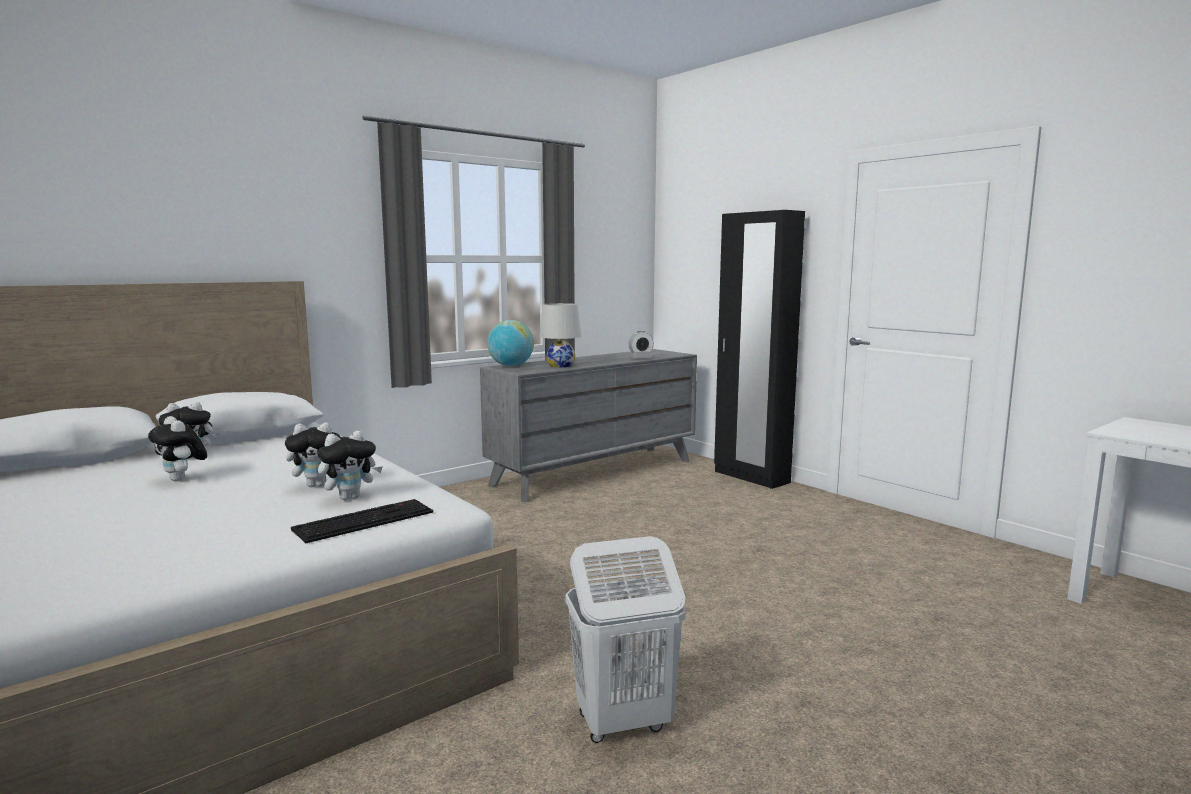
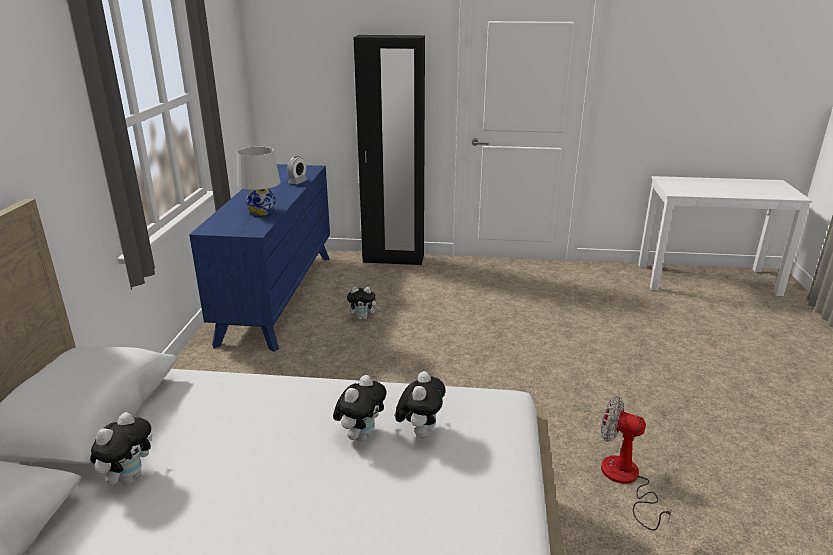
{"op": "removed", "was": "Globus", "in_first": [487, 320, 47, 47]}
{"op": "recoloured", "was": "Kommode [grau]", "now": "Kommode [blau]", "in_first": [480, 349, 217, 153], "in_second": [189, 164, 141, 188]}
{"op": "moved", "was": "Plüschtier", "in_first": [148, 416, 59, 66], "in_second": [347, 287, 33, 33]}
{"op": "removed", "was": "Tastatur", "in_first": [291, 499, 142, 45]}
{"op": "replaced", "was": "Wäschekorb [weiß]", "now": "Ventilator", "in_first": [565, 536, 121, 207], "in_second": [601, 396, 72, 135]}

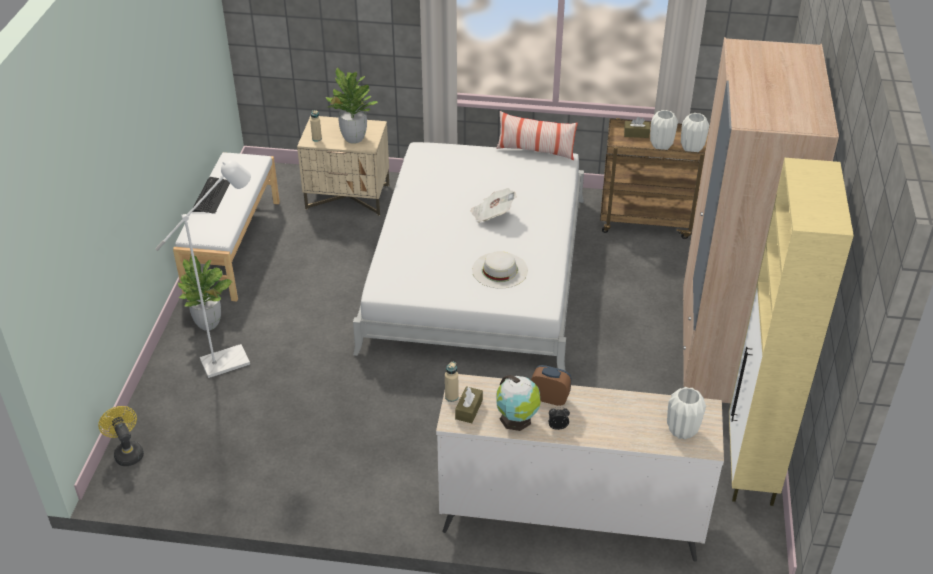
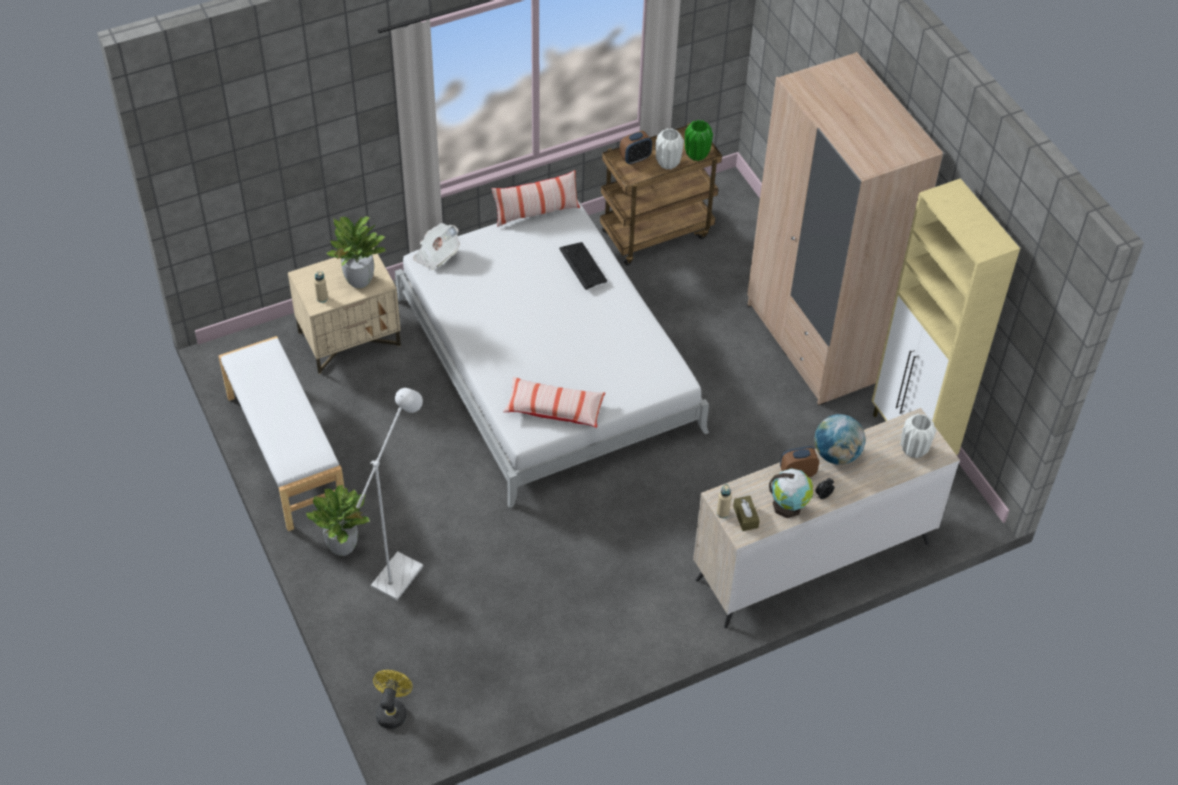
{"op": "recoloured", "was": "Vase [weiß]", "now": "Vase [grün]", "in_first": [681, 113, 28, 39], "in_second": [685, 120, 28, 41]}
{"op": "replaced", "was": "Taschentuchbox [braun]", "now": "Wecker", "in_first": [624, 117, 26, 21], "in_second": [620, 131, 32, 34]}
{"op": "moved", "was": "Tastatur", "in_first": [193, 177, 37, 37], "in_second": [559, 242, 49, 48]}
{"op": "moved", "was": "Zeitung", "in_first": [471, 188, 45, 35], "in_second": [413, 223, 47, 47]}
{"op": "removed", "was": "Hut [weiß]", "in_first": [472, 251, 56, 37]}
{"op": "turned", "was": "Ventilator [gelb]", "in_first": [98, 406, 46, 60], "in_second": [373, 670, 40, 59], "clockwise": 75}
{"op": "added", "now": "Kissen", "in_second": [503, 377, 102, 51]}
{"op": "added", "now": "Globus", "in_second": [814, 414, 51, 51]}

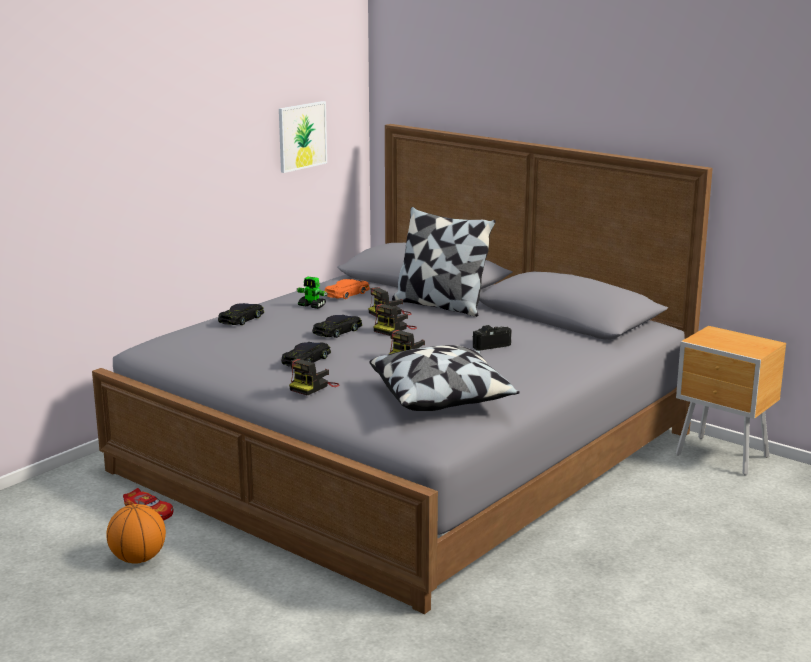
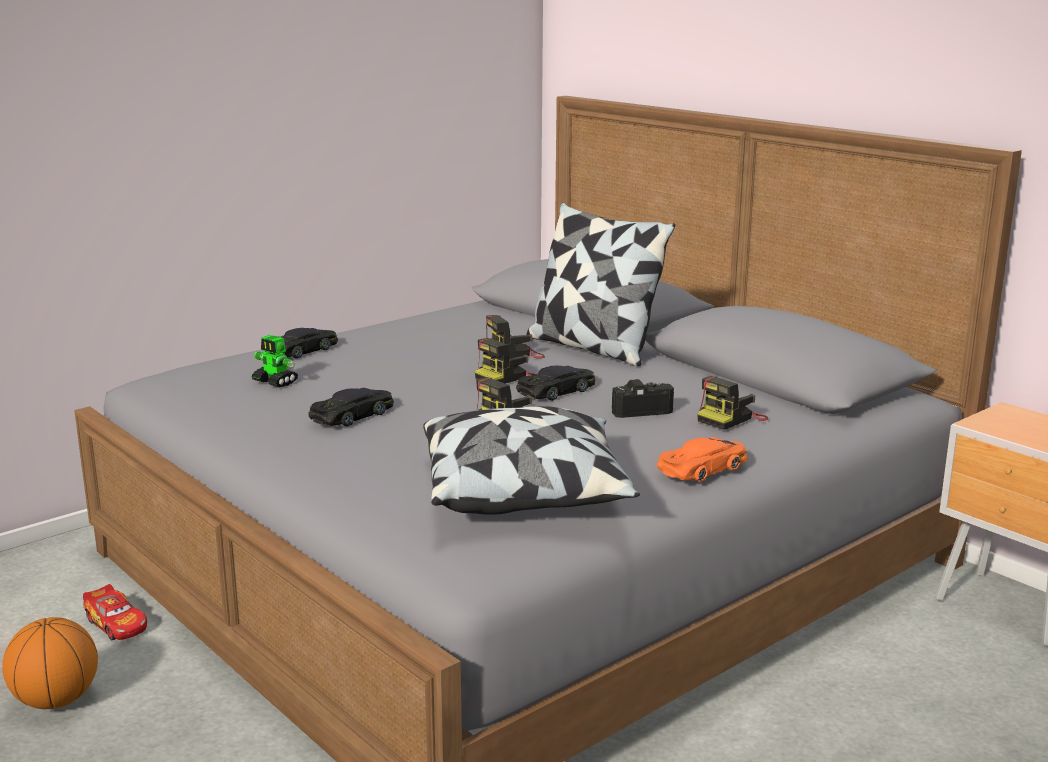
{"op": "removed", "was": "Bild", "in_first": [279, 101, 48, 72]}
{"op": "moved", "was": "Spielzeugroboter", "in_first": [296, 277, 32, 32], "in_second": [252, 335, 46, 53]}
{"op": "moved", "was": "Spielzeugauto [orange]", "in_first": [325, 279, 45, 20], "in_second": [657, 437, 90, 45]}
{"op": "moved", "was": "Spielzeugauto [schwarz]", "in_first": [312, 315, 50, 23], "in_second": [516, 365, 80, 36]}
{"op": "moved", "was": "Kamera", "in_first": [289, 359, 51, 37], "in_second": [697, 376, 72, 54]}

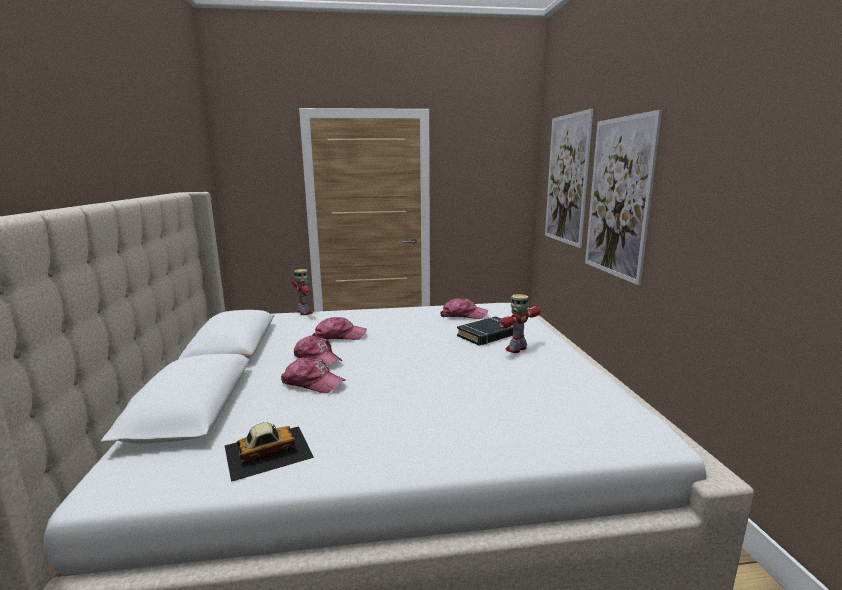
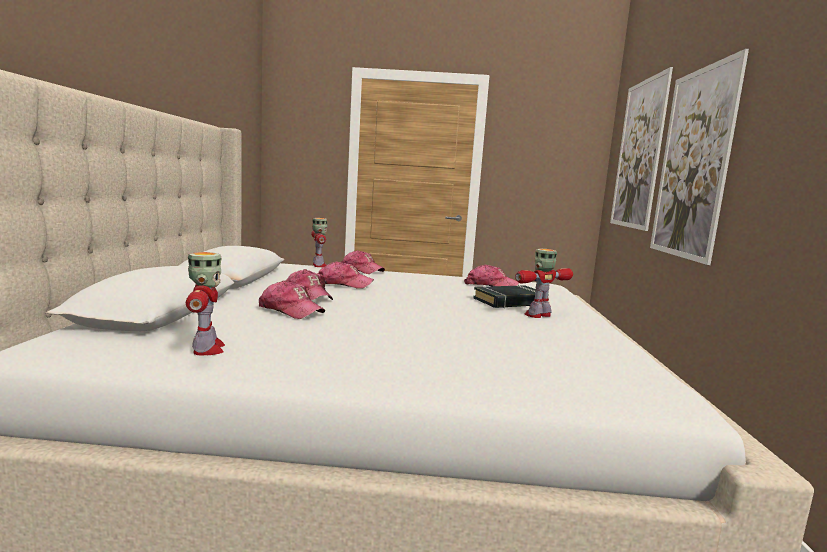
{"op": "replaced", "was": "Spielzeugauto", "now": "Spielzeugroboter", "in_first": [225, 422, 89, 60], "in_second": [186, 252, 39, 103]}
{"op": "added", "now": "Kappe", "in_second": [341, 250, 44, 24]}

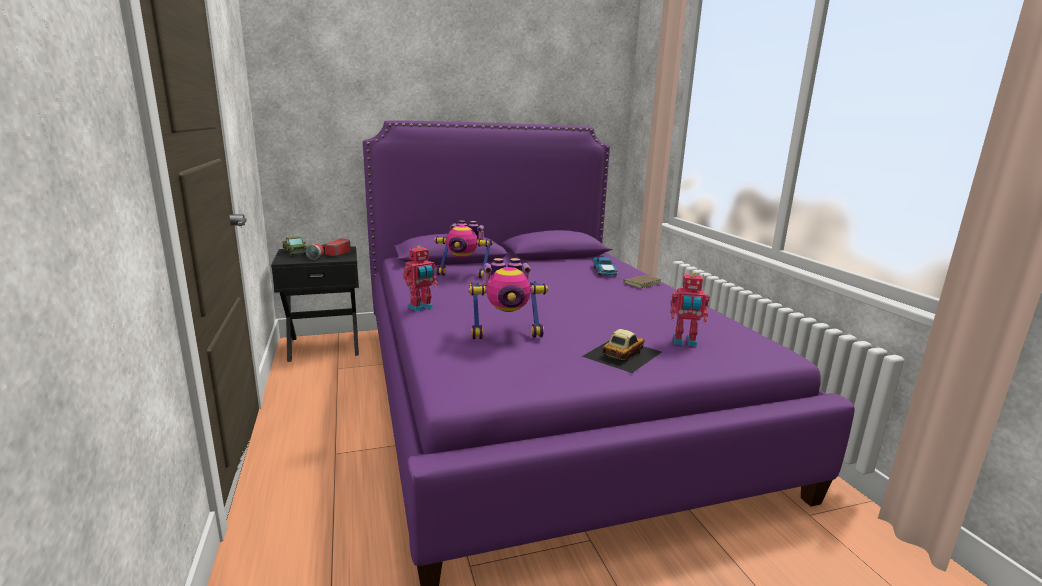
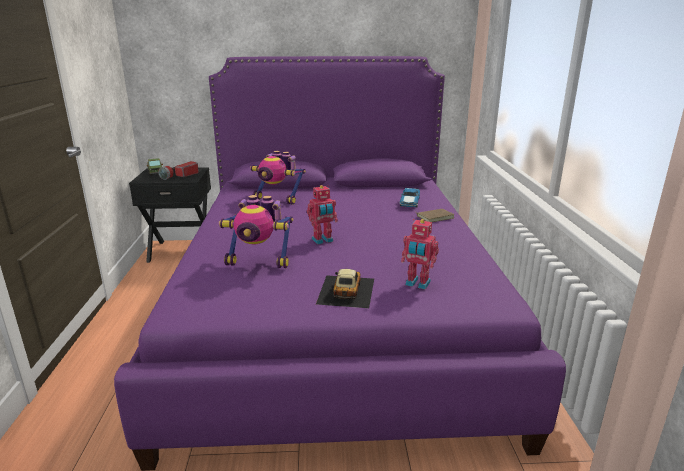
{"op": "moved", "was": "Spielzeugroboter", "in_first": [403, 246, 35, 66], "in_second": [307, 185, 31, 59]}
{"op": "turned", "was": "Spielzeugauto", "in_first": [582, 329, 80, 44], "in_second": [316, 269, 58, 39], "clockwise": -45}

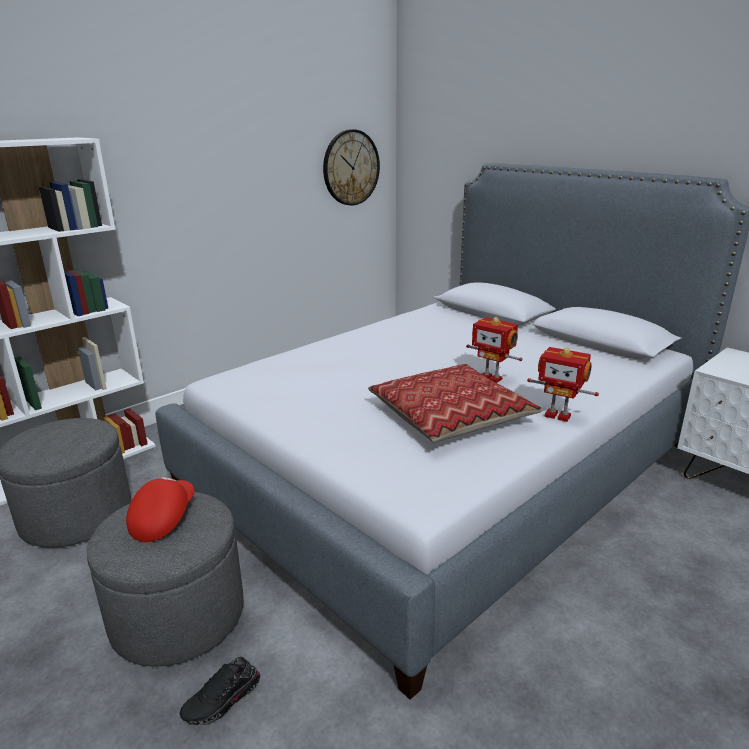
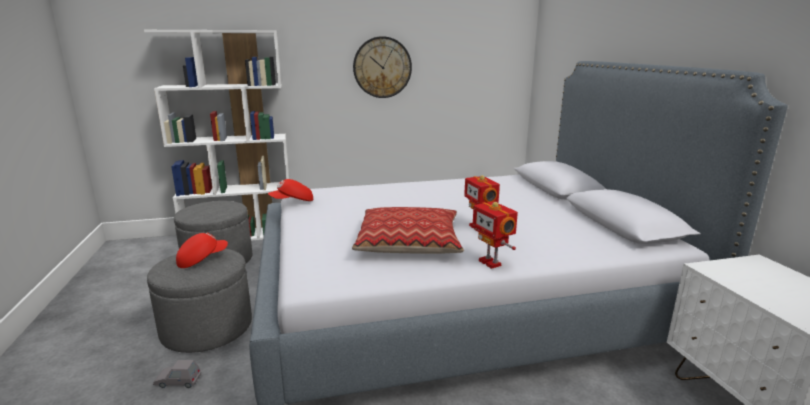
{"op": "moved", "was": "Wanduhr", "in_first": [323, 129, 57, 77], "in_second": [353, 36, 59, 62]}
{"op": "replaced", "was": "Schuh [schwarz]", "now": "Spielzeugauto [grau]", "in_first": [179, 657, 81, 68], "in_second": [153, 360, 48, 28]}
{"op": "added", "now": "Kappe [rot]", "in_second": [268, 179, 45, 22]}

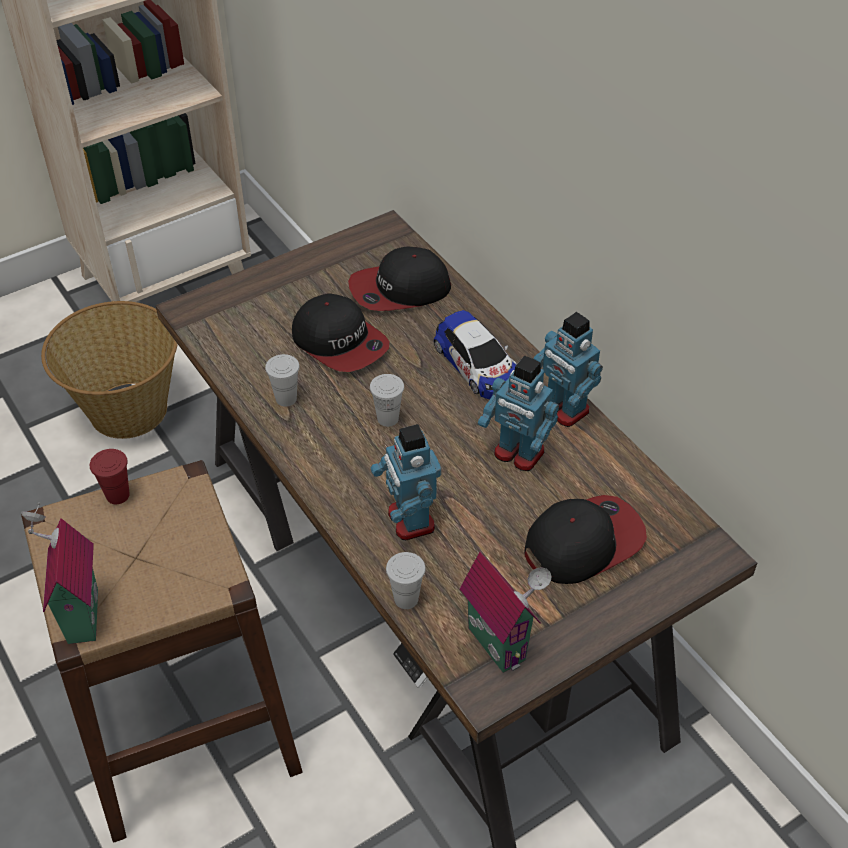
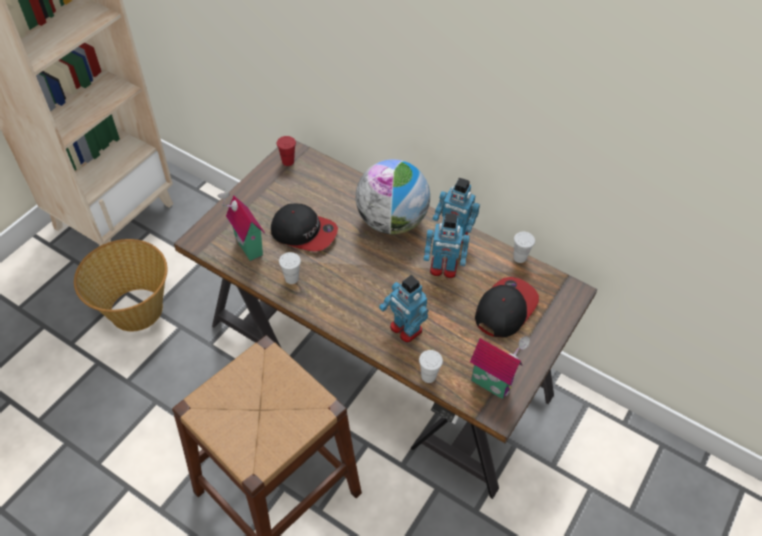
{"op": "removed", "was": "Kappe", "in_first": [348, 247, 103, 64]}
{"op": "replaced", "was": "Spielzeugauto", "now": "Globus", "in_first": [434, 310, 83, 89], "in_second": [356, 159, 74, 75]}
{"op": "moved", "was": "Tasse [weiß]", "in_first": [370, 374, 34, 53], "in_second": [513, 232, 22, 31]}
{"op": "moved", "was": "Tasse [rot]", "in_first": [90, 449, 40, 55], "in_second": [277, 136, 19, 30]}
{"op": "moved", "was": "Spielzeughaus", "in_first": [21, 502, 77, 142], "in_second": [217, 188, 48, 73]}

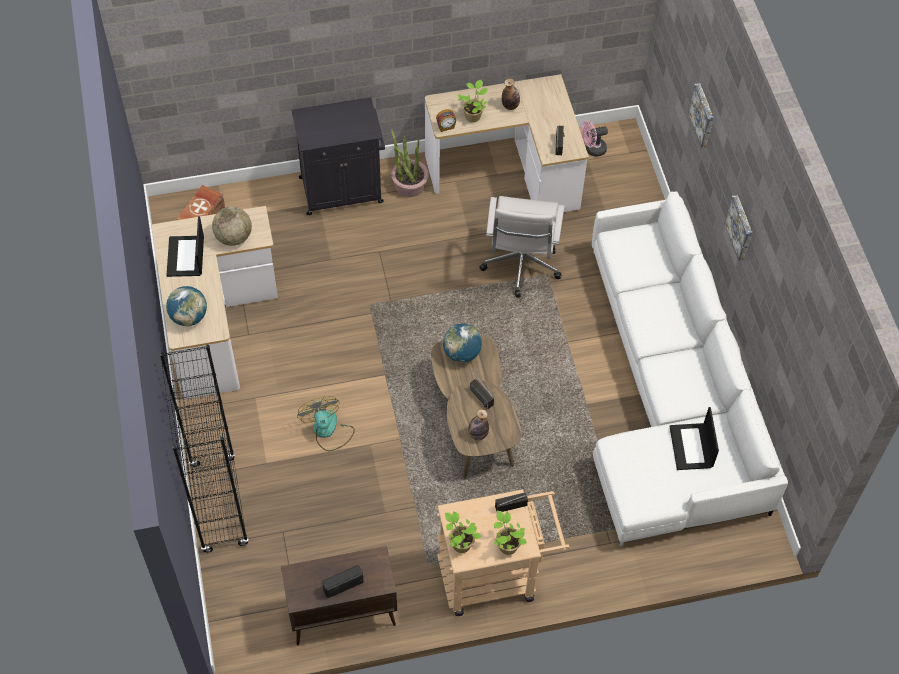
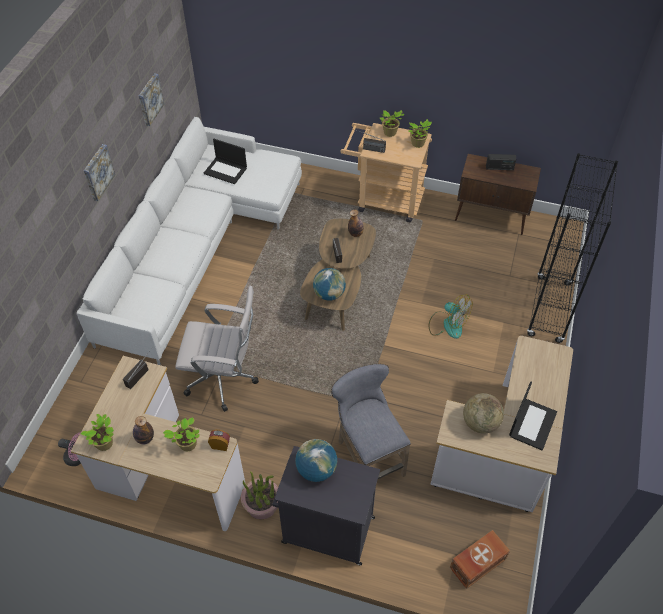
{"op": "moved", "was": "Bild", "in_first": [688, 83, 26, 65], "in_second": [139, 73, 25, 53]}
{"op": "turned", "was": "Bürostuhl [weiß]", "in_first": [479, 196, 86, 102], "in_second": [175, 286, 84, 126], "clockwise": 60}
{"op": "moved", "was": "Globus", "in_first": [166, 286, 41, 40], "in_second": [295, 439, 42, 43]}
{"op": "turned", "was": "Ventilator", "in_first": [297, 396, 58, 55], "in_second": [429, 295, 44, 44], "clockwise": -60}
{"op": "turned", "was": "Laptop", "in_first": [670, 407, 49, 63], "in_second": [204, 139, 43, 45], "clockwise": 90}
{"op": "added", "now": "Hocker [grau]", "in_second": [331, 364, 80, 115]}
{"op": "added", "now": "Topfpflanze", "in_second": [80, 414, 34, 37]}

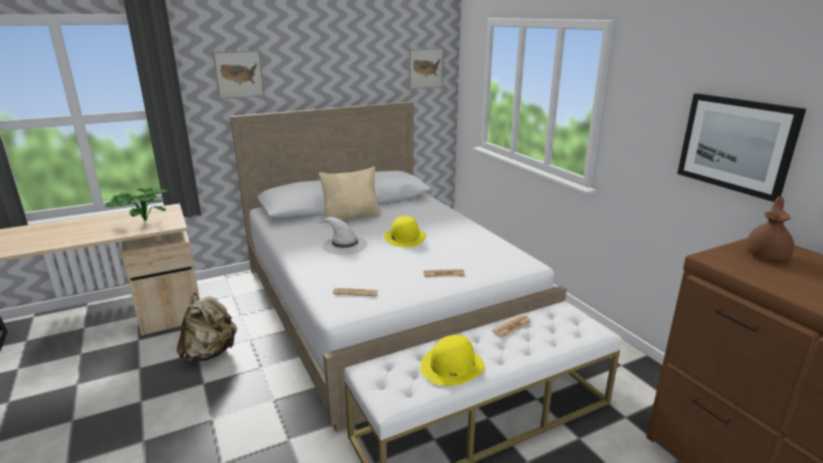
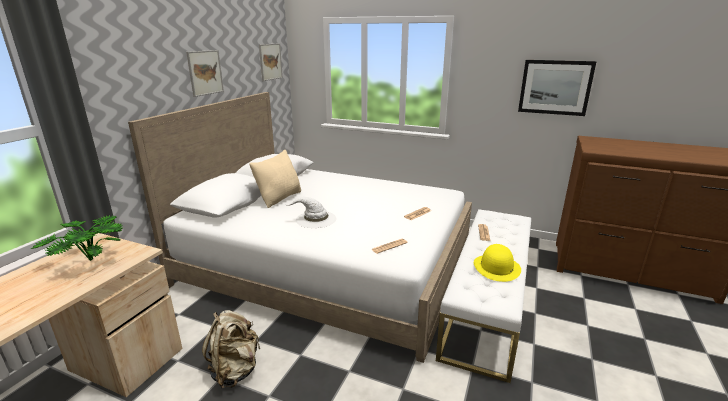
{"op": "moved", "was": "Bild", "in_first": [212, 50, 53, 49], "in_second": [186, 50, 38, 47]}
{"op": "removed", "was": "Teekanne [braun]", "in_first": [746, 196, 48, 64]}
{"op": "removed", "was": "Hut [gelb]", "in_first": [384, 216, 42, 31]}

